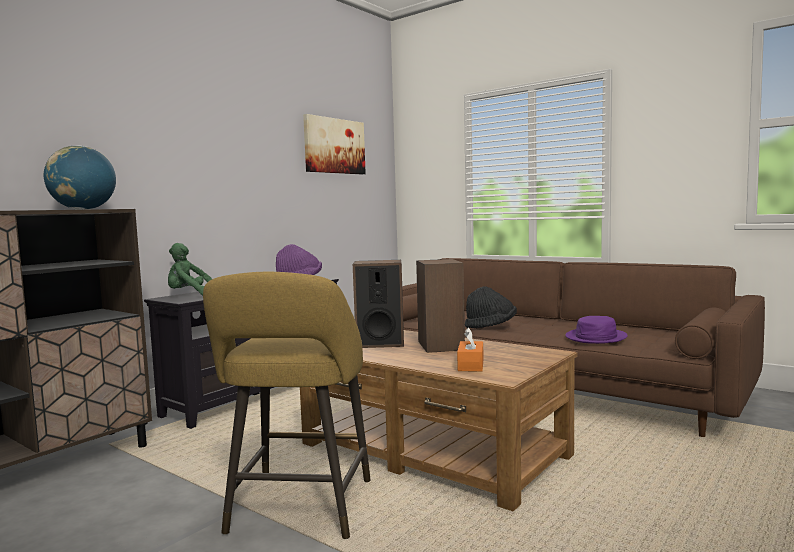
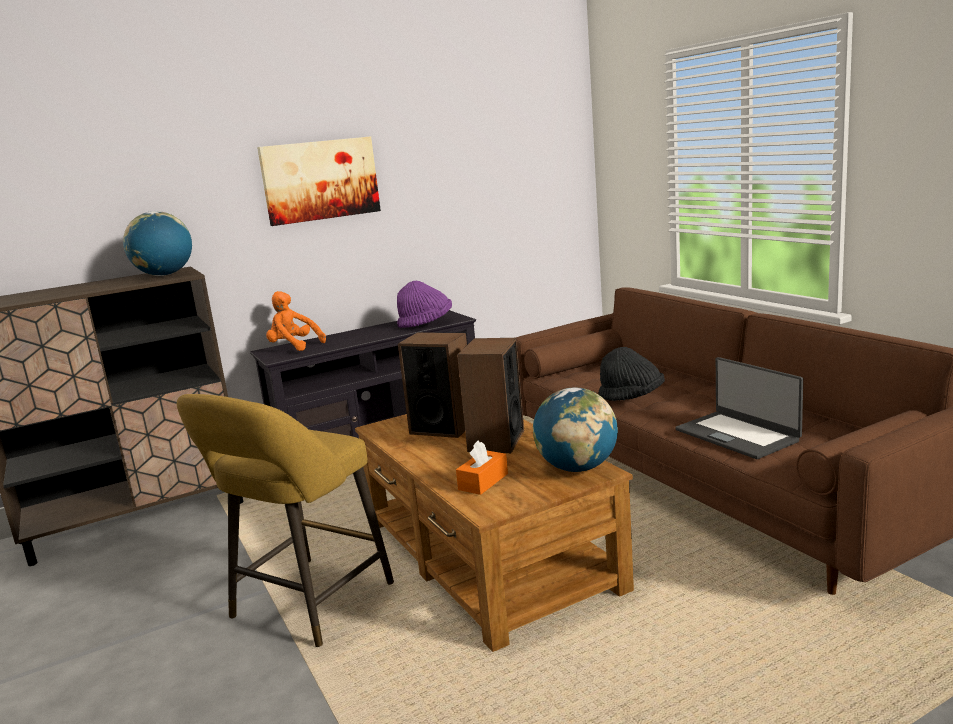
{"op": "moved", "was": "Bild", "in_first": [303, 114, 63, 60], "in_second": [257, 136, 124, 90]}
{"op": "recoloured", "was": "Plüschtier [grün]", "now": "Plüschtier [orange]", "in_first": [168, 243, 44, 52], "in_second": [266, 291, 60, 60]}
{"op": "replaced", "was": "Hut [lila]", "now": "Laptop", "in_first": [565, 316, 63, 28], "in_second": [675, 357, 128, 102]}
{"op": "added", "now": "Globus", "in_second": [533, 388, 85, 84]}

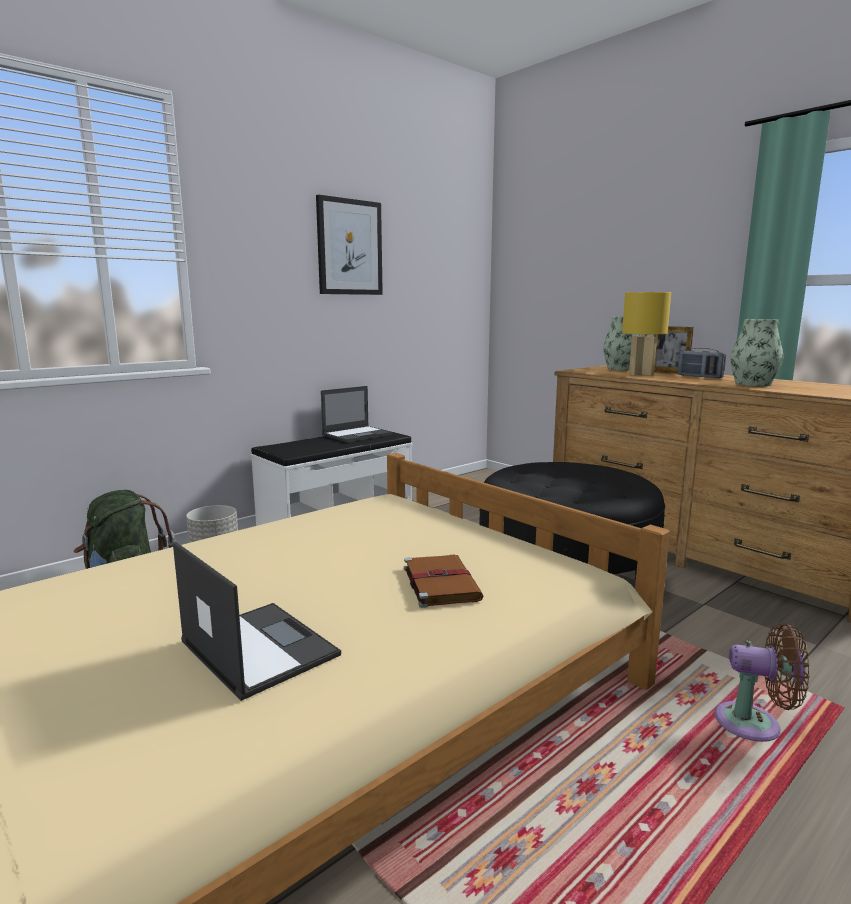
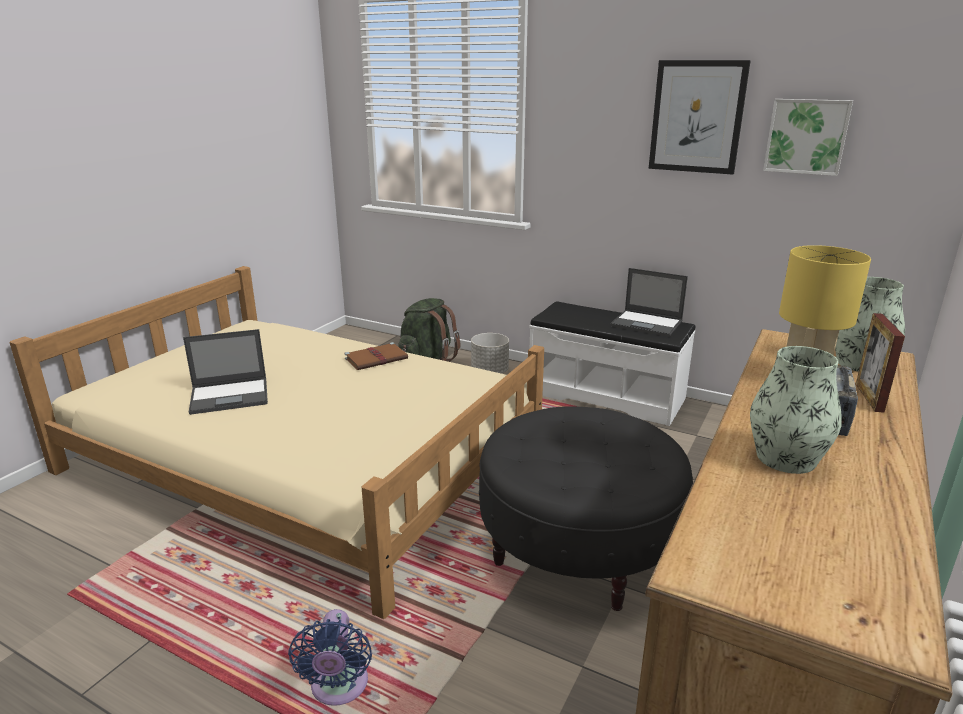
{"op": "turned", "was": "Laptop", "in_first": [173, 541, 168, 160], "in_second": [183, 329, 85, 86], "clockwise": 45}
{"op": "moved", "was": "Buch [braun]", "in_first": [404, 555, 79, 53], "in_second": [344, 342, 64, 28]}
{"op": "recoloured", "was": "Ventilator [braun]", "now": "Ventilator [blau]", "in_first": [714, 623, 95, 119], "in_second": [288, 609, 84, 97]}
{"op": "added", "now": "Bild", "in_second": [763, 99, 90, 77]}

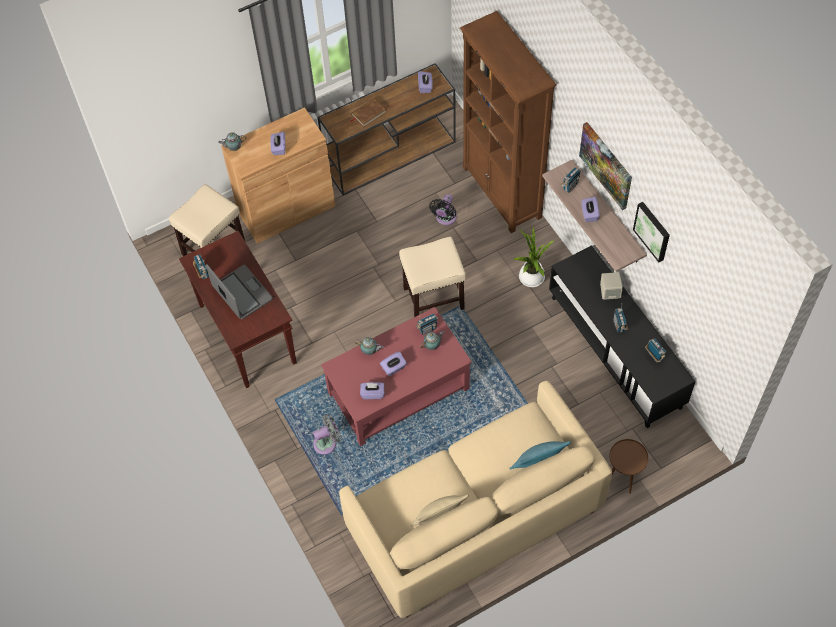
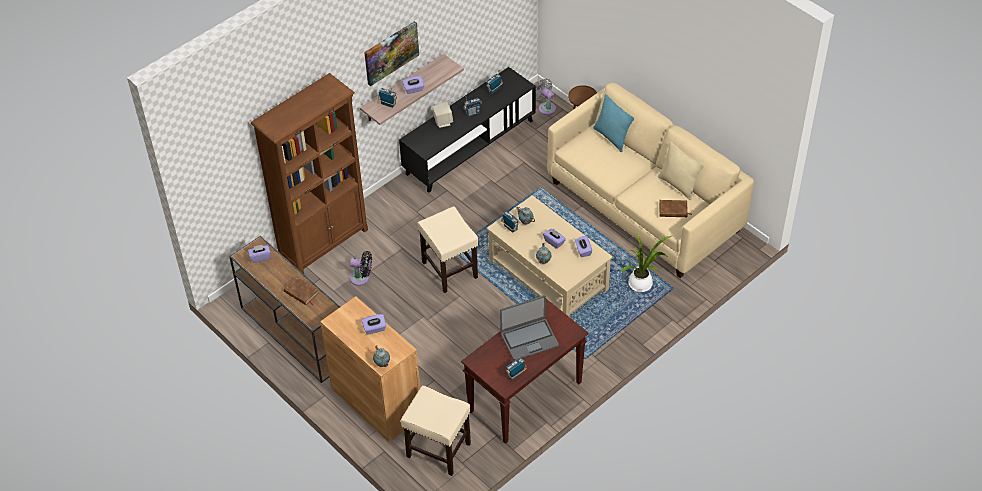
{"op": "removed", "was": "Bild", "in_first": [633, 202, 37, 60]}
{"op": "moved", "was": "Topfpflanze", "in_first": [513, 226, 41, 61], "in_second": [621, 233, 51, 59]}
{"op": "turned", "was": "Laptop", "in_first": [206, 264, 67, 55], "in_second": [500, 295, 59, 66], "clockwise": -150}
{"op": "recoloured", "was": "Couchtisch [rot]", "now": "Couchtisch [beige]", "in_first": [321, 307, 151, 139], "in_second": [487, 195, 126, 122]}
{"op": "moved", "was": "Ventilator [grau]", "in_first": [313, 414, 28, 41], "in_second": [536, 79, 20, 36]}
{"op": "added", "now": "Buch [braun]", "in_second": [659, 200, 33, 17]}

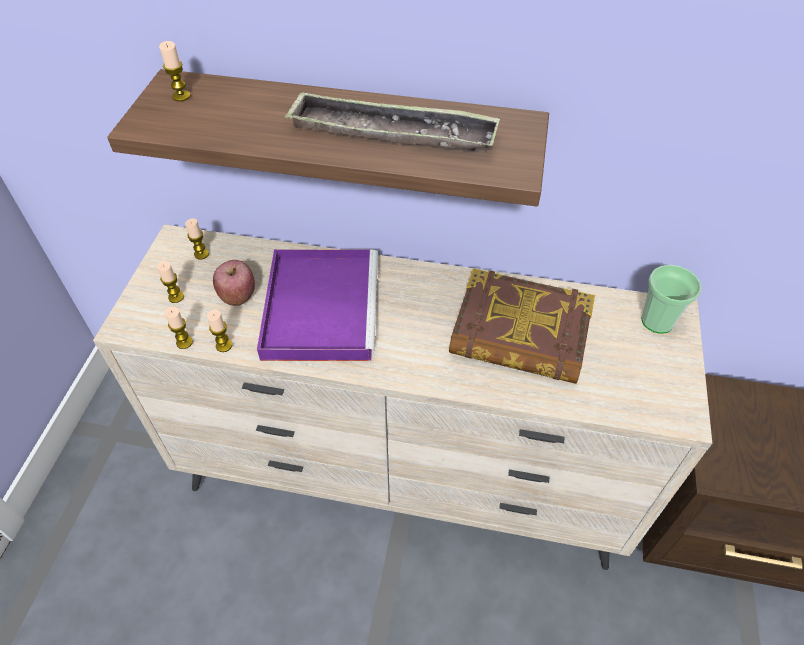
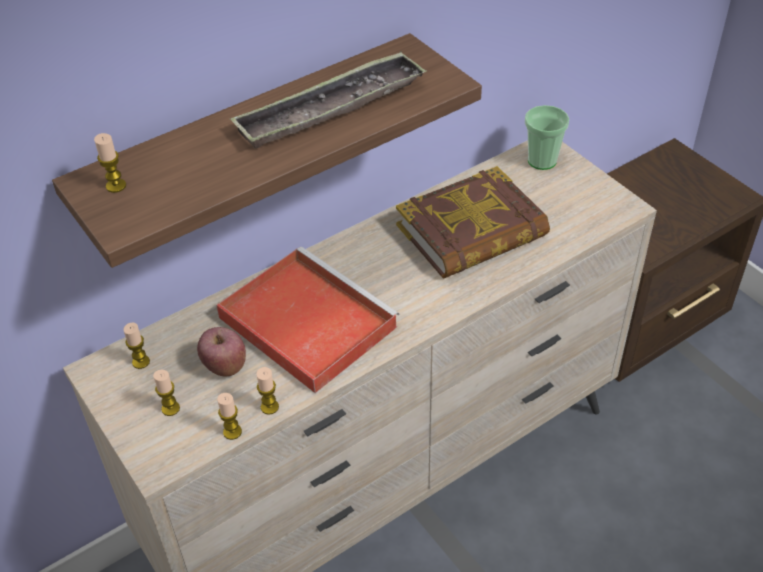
{"op": "recoloured", "was": "Tablett [lila]", "now": "Tablett [rot]", "in_first": [257, 249, 121, 112], "in_second": [216, 247, 184, 146]}

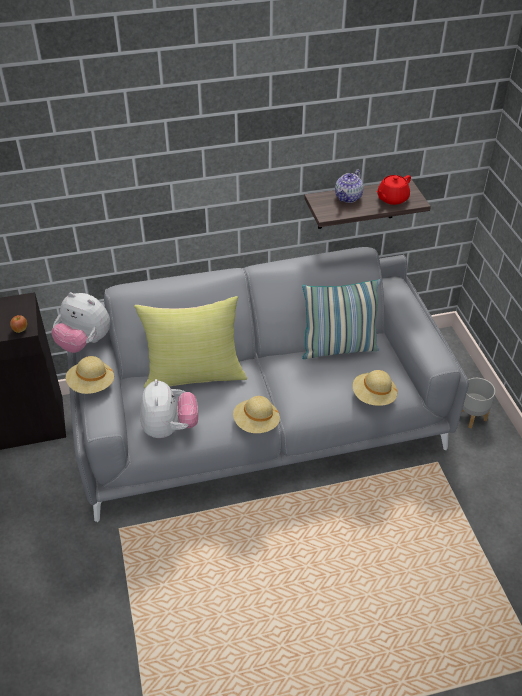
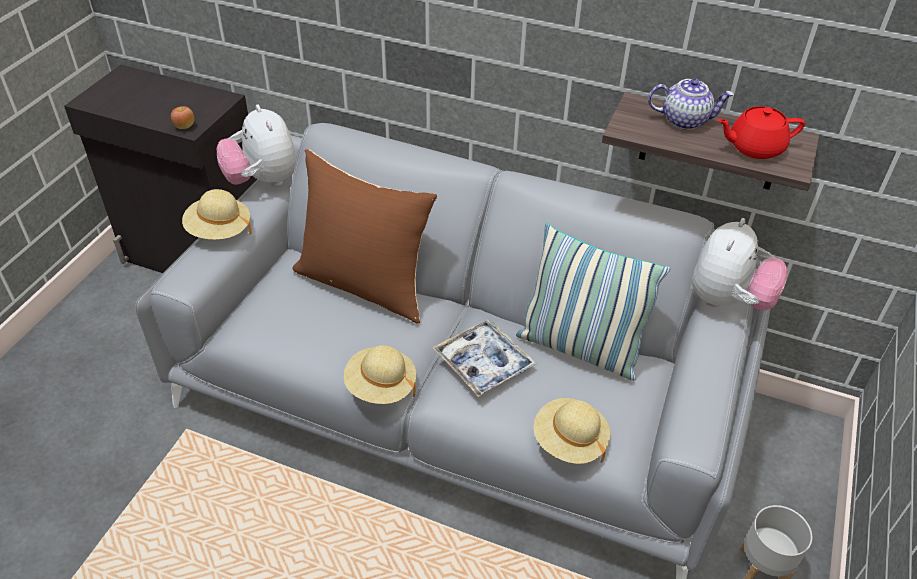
{"op": "turned", "was": "Teekanne", "in_first": [335, 169, 29, 34], "in_second": [648, 78, 86, 52], "clockwise": -150}
{"op": "recoloured", "was": "Kissen [gelb]", "now": "Kissen [braun]", "in_first": [134, 296, 113, 92], "in_second": [292, 149, 145, 175]}
{"op": "moved", "was": "Plüschtier", "in_first": [140, 379, 58, 59], "in_second": [692, 218, 96, 93]}
{"op": "added", "now": "Tablett", "in_second": [432, 319, 104, 78]}

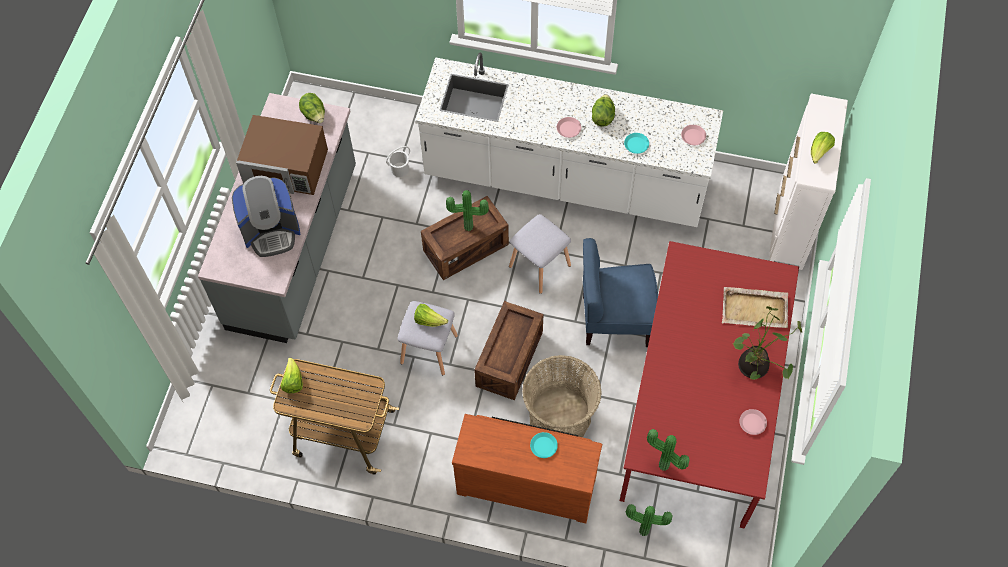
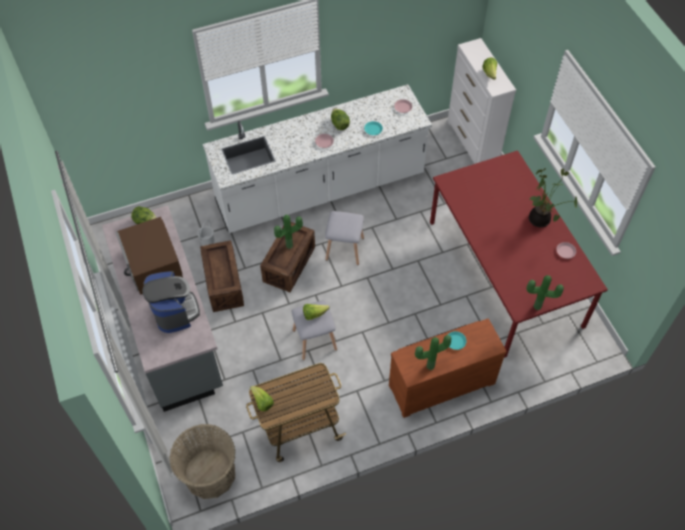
{"op": "turned", "was": "Mikrowelle [braun]", "in_first": [236, 115, 92, 80], "in_second": [115, 217, 68, 78], "clockwise": 90}
{"op": "turned", "was": "Kaffeemaschine", "in_first": [232, 176, 68, 81], "in_second": [142, 271, 58, 62], "clockwise": -60}
{"op": "removed", "was": "Stuhl [blau]", "in_first": [583, 238, 75, 109]}
{"op": "removed", "was": "Tablett [beige]", "in_first": [722, 287, 66, 41]}
{"op": "moved", "was": "Kiste", "in_first": [474, 301, 70, 99], "in_second": [200, 240, 44, 72]}
{"op": "moved", "was": "Korb", "in_first": [522, 355, 79, 82], "in_second": [169, 424, 67, 75]}
{"op": "moved", "was": "Topfpflanze", "in_first": [626, 504, 46, 32], "in_second": [415, 335, 36, 35]}

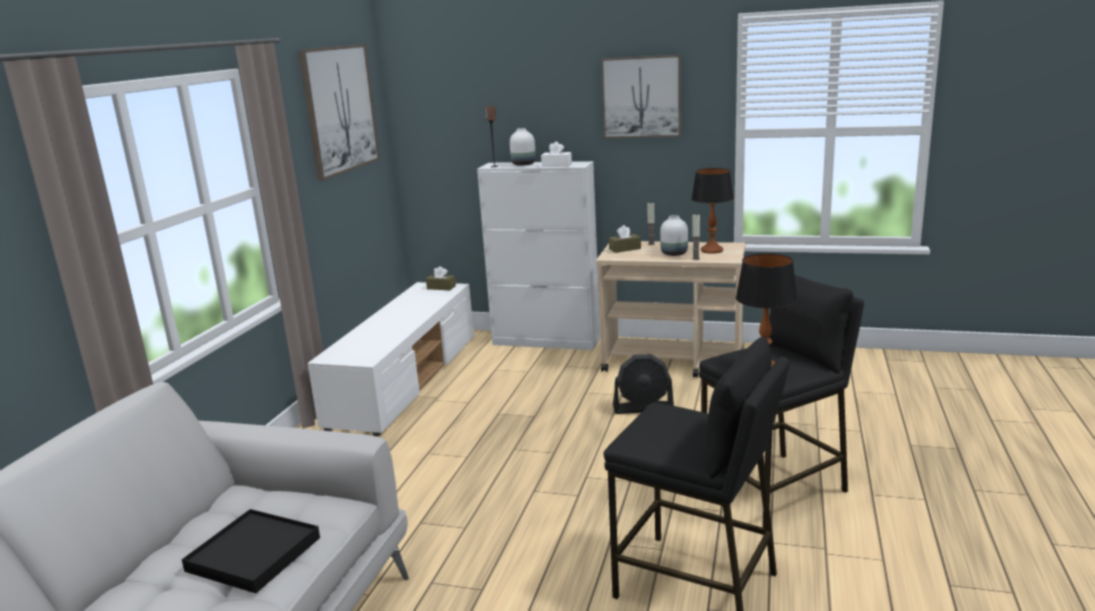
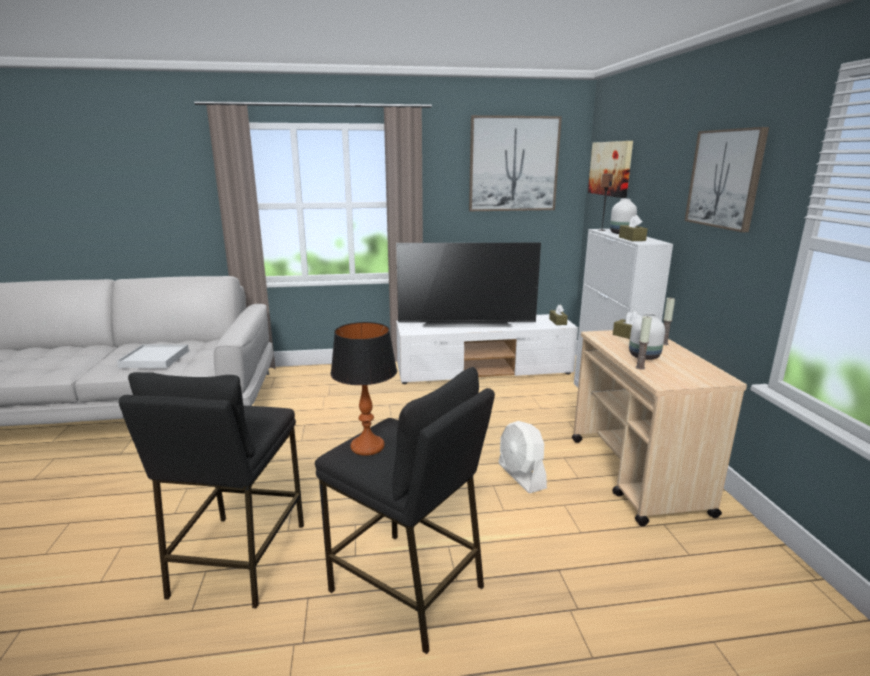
{"op": "recoloured", "was": "Taschentuchbox [weiß]", "now": "Taschentuchbox [braun]", "in_first": [541, 142, 31, 25], "in_second": [619, 215, 29, 26]}
{"op": "removed", "was": "Tischlampe", "in_first": [692, 168, 42, 86]}
{"op": "recoloured", "was": "Ventilator [schwarz]", "now": "Ventilator [weiß]", "in_first": [613, 354, 61, 60], "in_second": [499, 421, 48, 73]}
{"op": "recoloured", "was": "Tablett [schwarz]", "now": "Tablett [weiß]", "in_first": [182, 509, 138, 84], "in_second": [117, 344, 72, 24]}
{"op": "added", "now": "Bild", "in_second": [588, 141, 45, 57]}
{"op": "added", "now": "Fernseher", "in_second": [396, 243, 145, 84]}

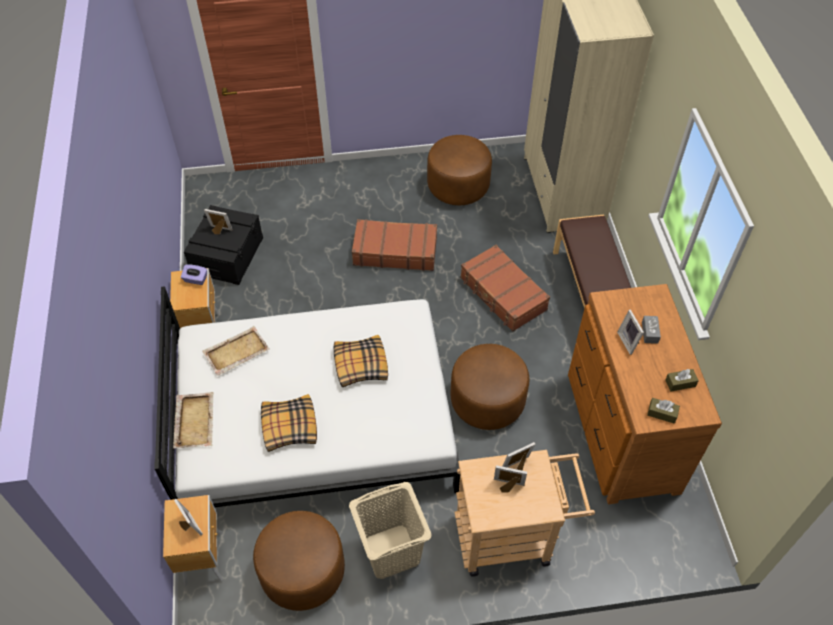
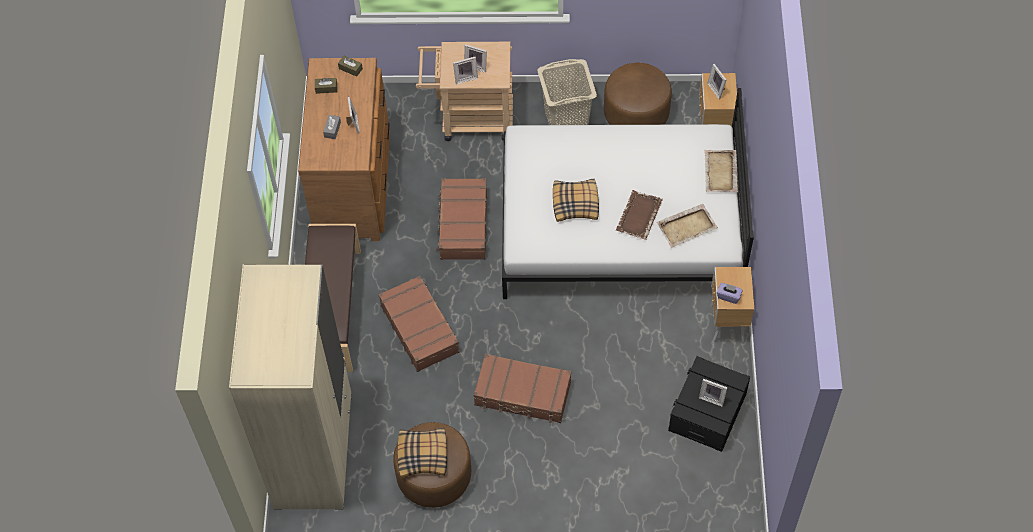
{"op": "replaced", "was": "Polsterhocker [braun]", "now": "Koffer [braun]", "in_first": [450, 344, 79, 86], "in_second": [436, 178, 51, 82]}
{"op": "moved", "was": "Kissen", "in_first": [261, 394, 56, 58], "in_second": [398, 427, 49, 51]}
{"op": "added", "now": "Tablett [braun]", "in_second": [616, 190, 47, 50]}

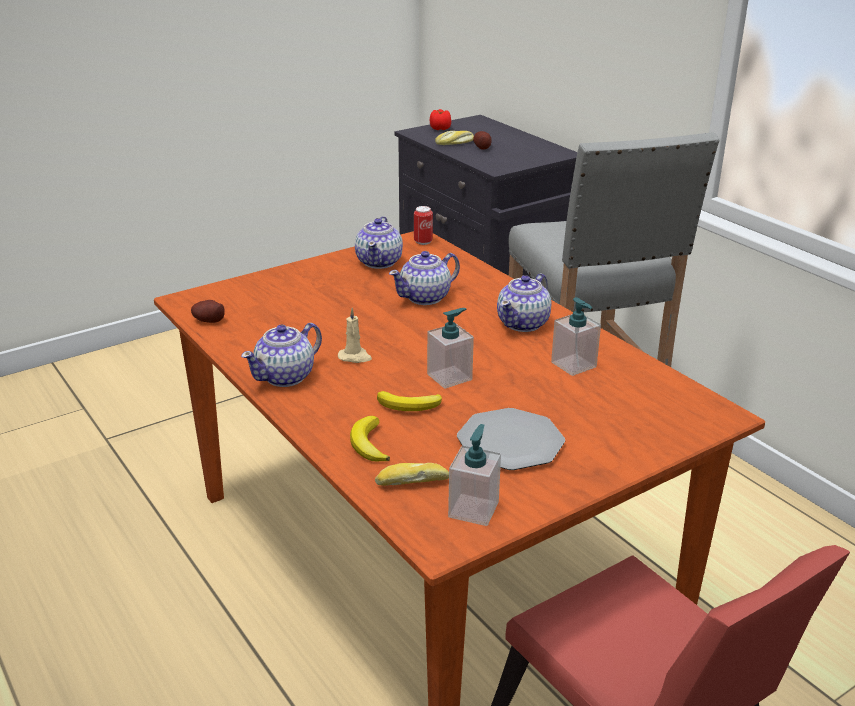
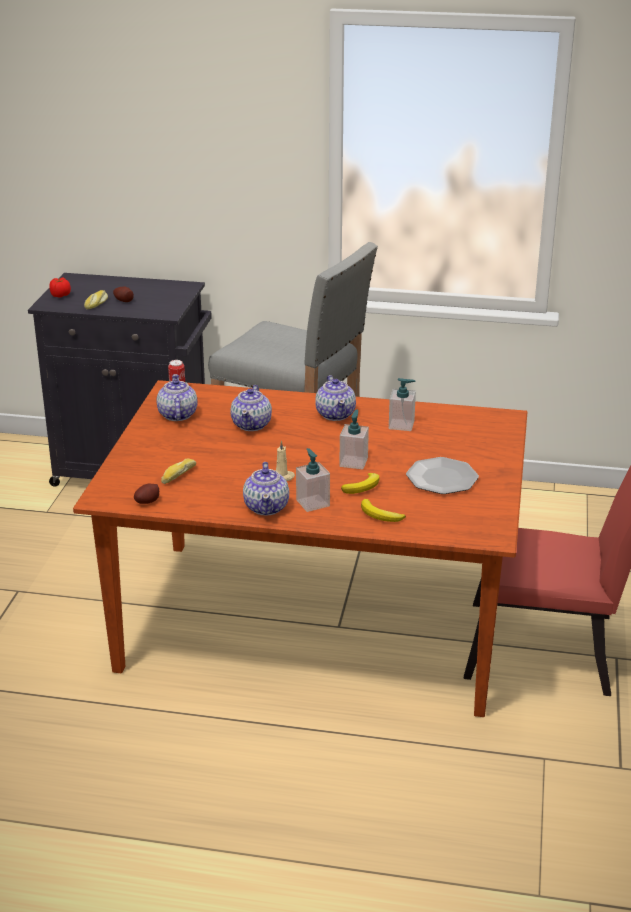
{"op": "turned", "was": "Teekanne", "in_first": [355, 216, 48, 53], "in_second": [156, 374, 42, 47], "clockwise": -150}
{"op": "moved", "was": "Seifenspender", "in_first": [448, 424, 53, 102], "in_second": [296, 448, 34, 64]}
{"op": "moved", "was": "Brot", "in_first": [375, 463, 74, 23], "in_second": [161, 459, 35, 25]}

